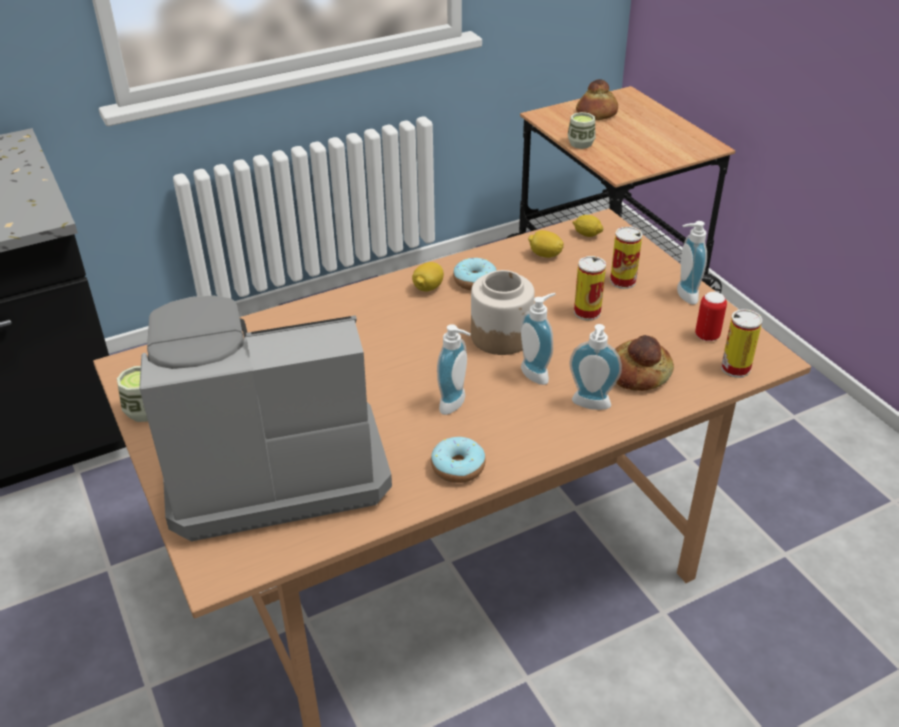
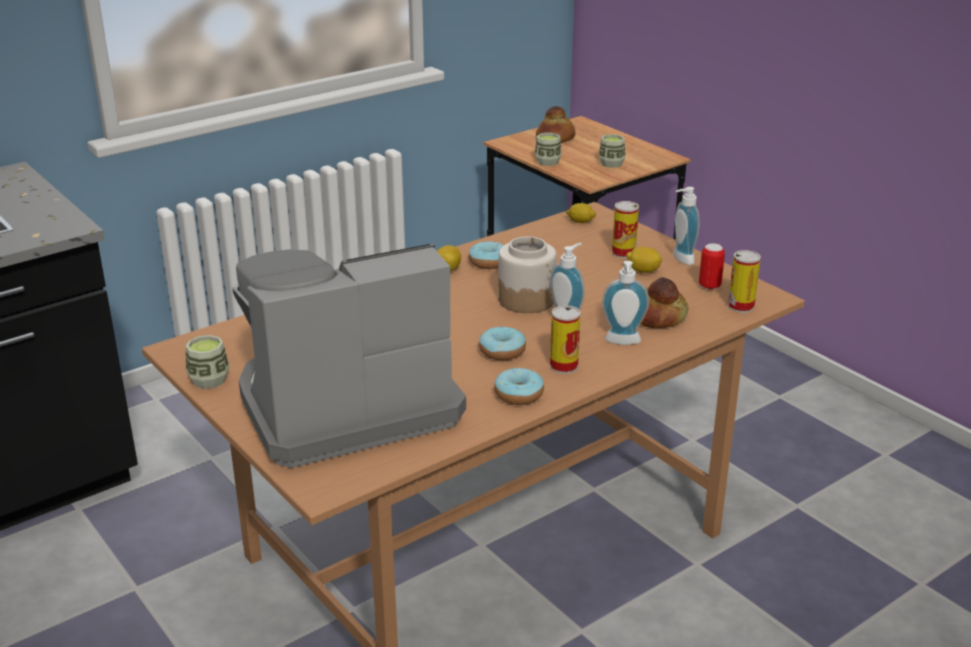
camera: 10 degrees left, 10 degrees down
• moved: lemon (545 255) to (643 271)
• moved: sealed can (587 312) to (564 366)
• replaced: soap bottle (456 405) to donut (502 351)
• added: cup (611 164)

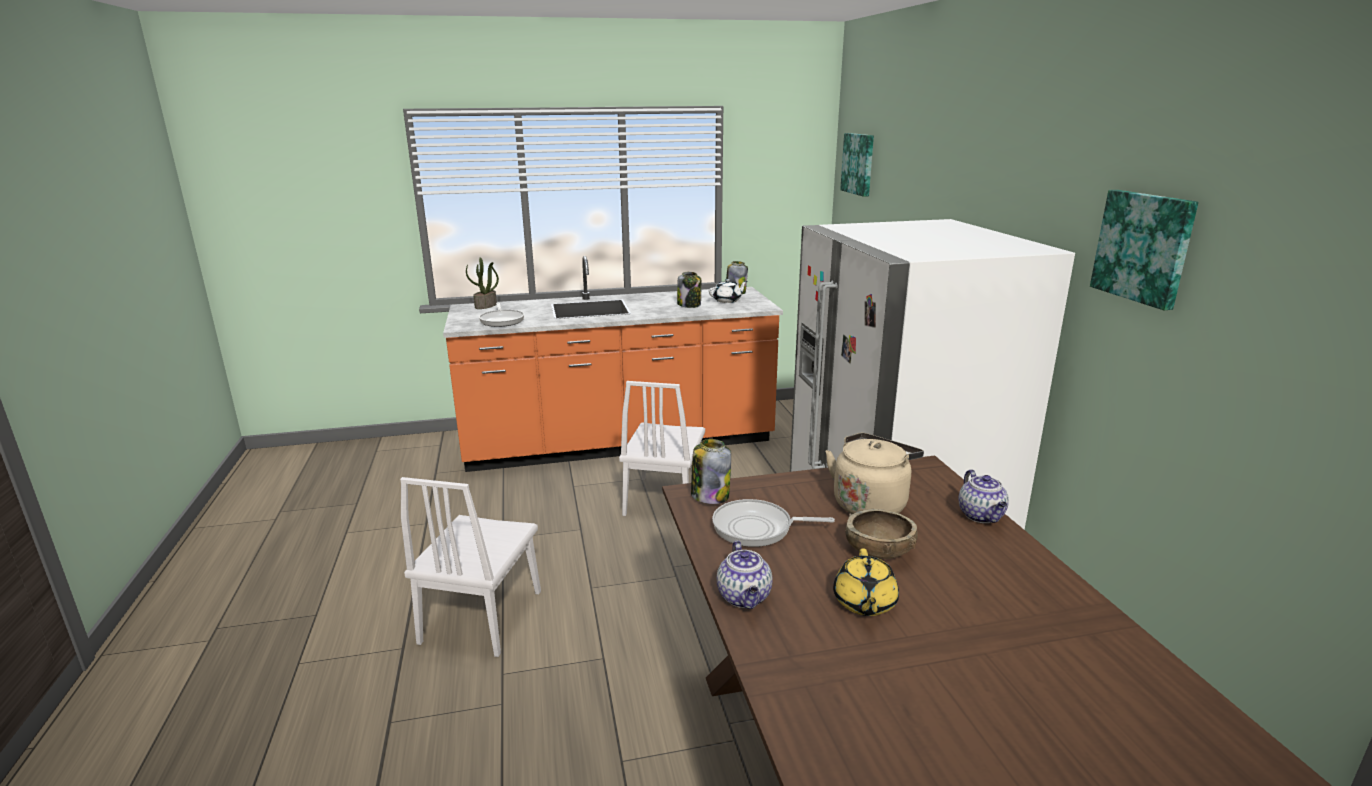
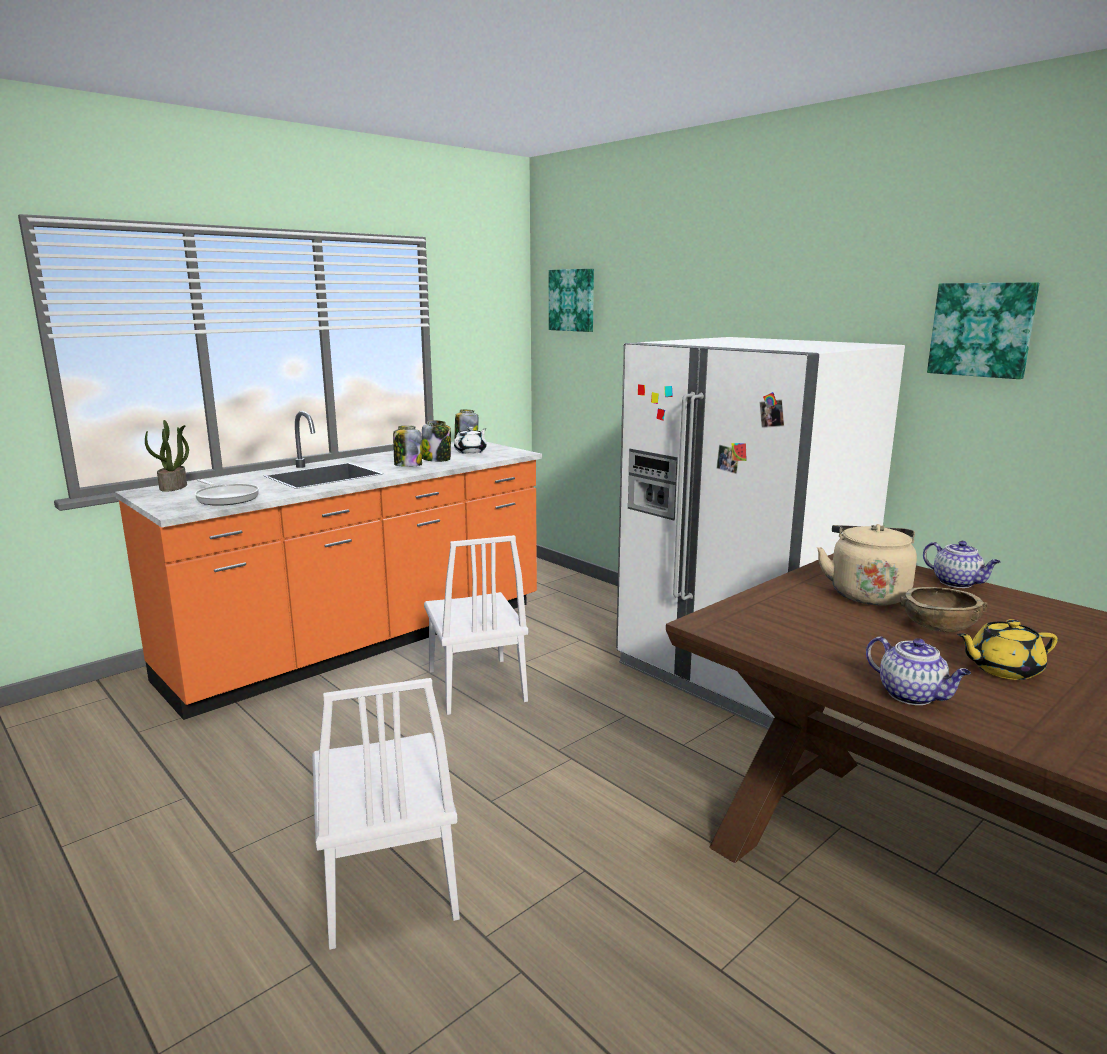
camera: 30 degrees left, 5 degrees down
• moved: preserve jar (709 495) to (407 465)
• removed: pan (757 528)
• turned: yellow-coloured teapot (864 603) = (1002 669) 105 degrees clockwise

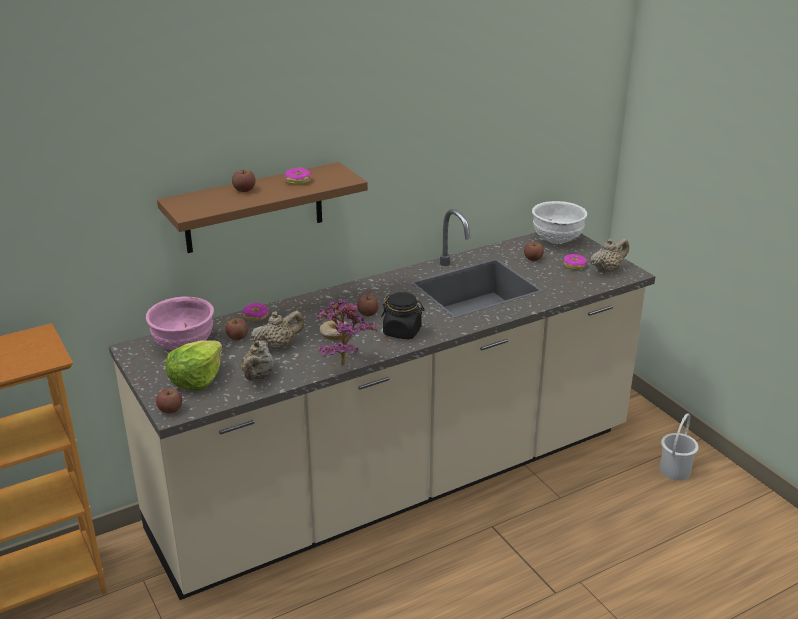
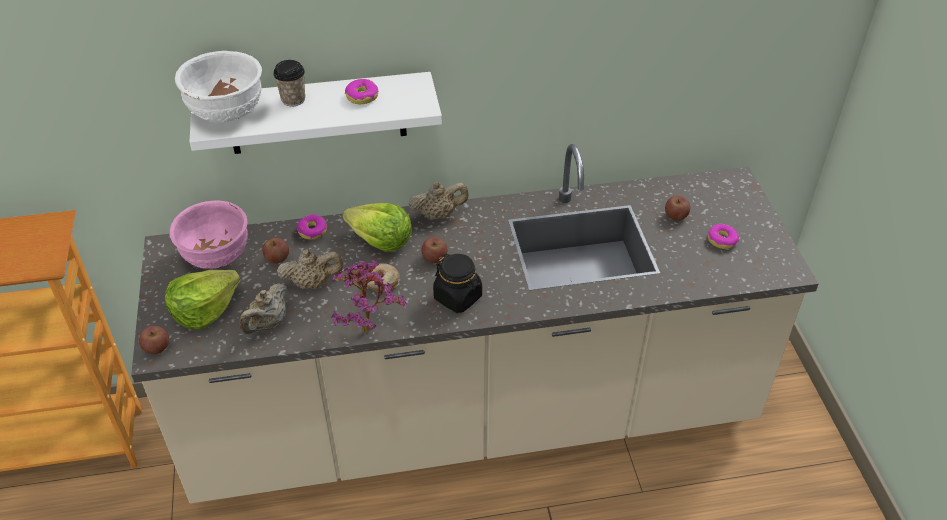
camera: 20 degrees right, 15 degrees up
• recoloured: brown-coloured wall shelf (254 208) to white wall shelf (317 113)
• replaced: whole apple (244 189) to cup (293 99)
• moved: white serving bowl (557 240) to (228 114)
• moved: sand-coloured teapot (607 270) to (438 214)
• removed: white bucket (675 470)
• added: lettuce (380 241)

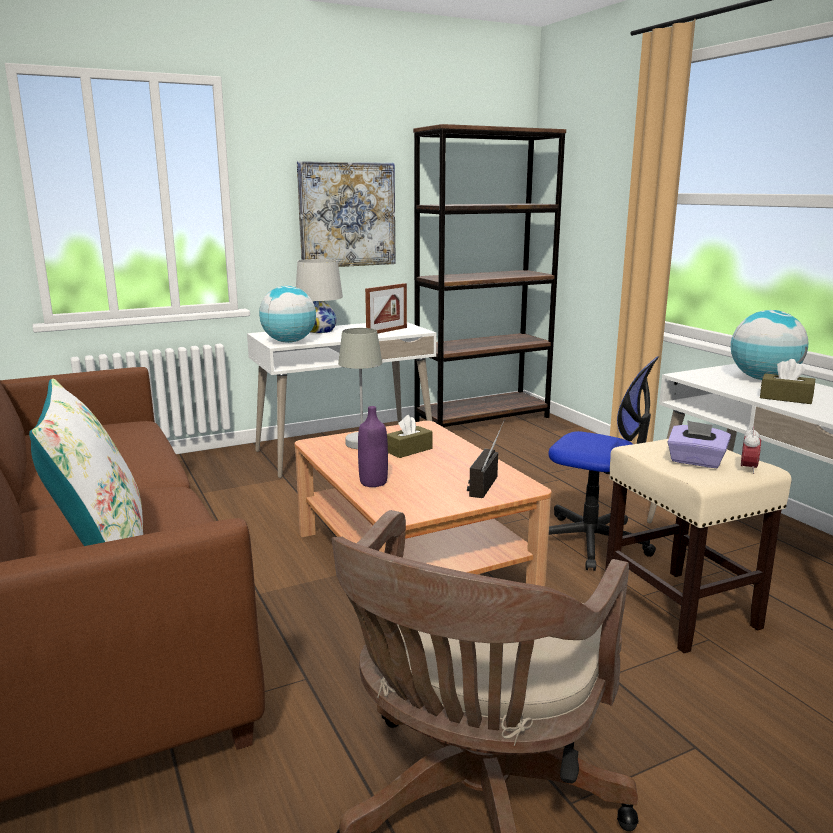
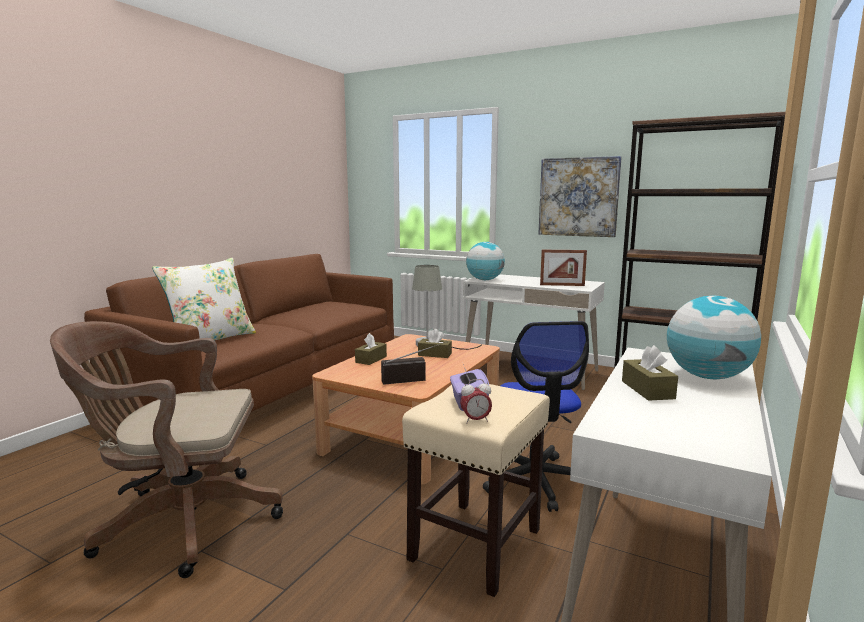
camera: 55 degrees right, 5 degrees down
• removed: white table lamp (320 330)
• replaced: purple-coloured drink bottle (373 482) to brown-coloured tissue holder (371 359)

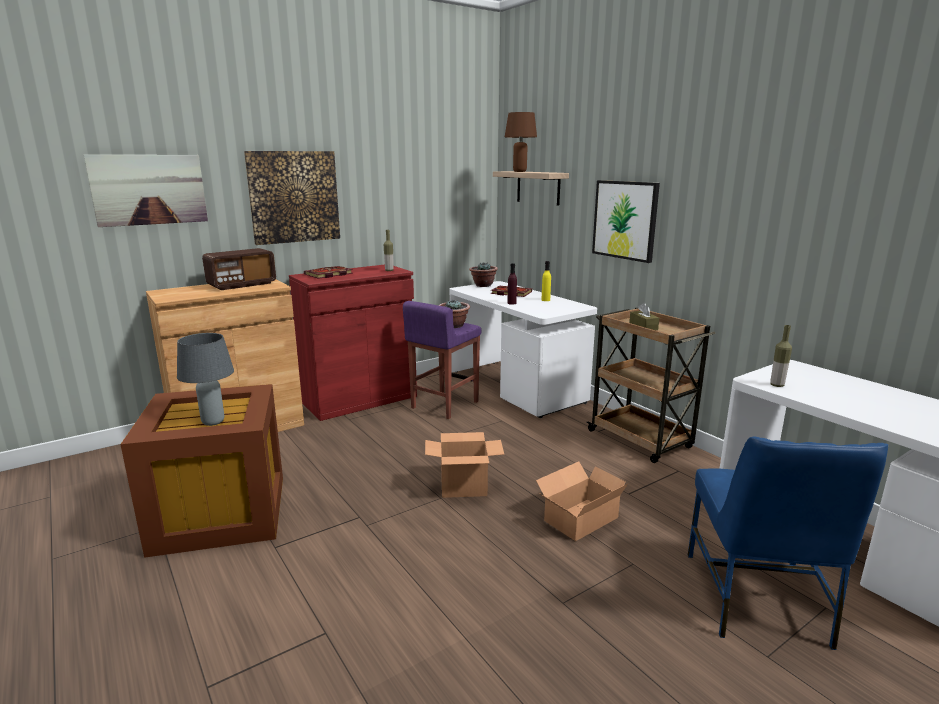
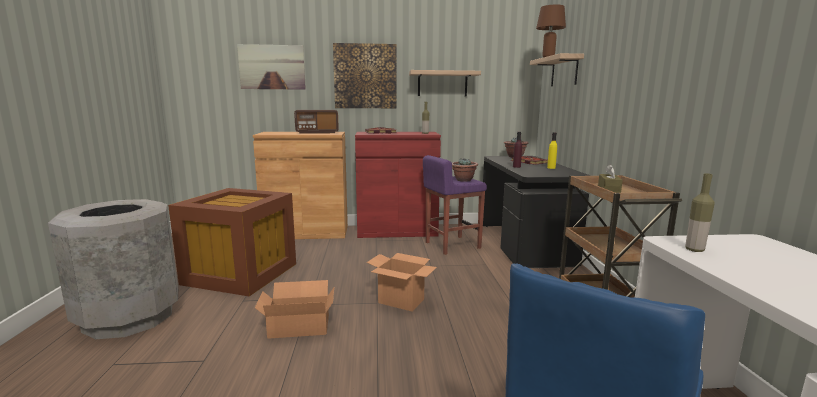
camera: 30 degrees right, 5 degrees down
• removed: picture (625 220)
• recoloured: white desk table (516 387) to black desk table (524 245)
• removed: greyish table lamp (213 422)
• moved: carton (578 518) to (298 325)
• added: wall shelf (442 84)
• added: greyish rubbish bin (129 317)

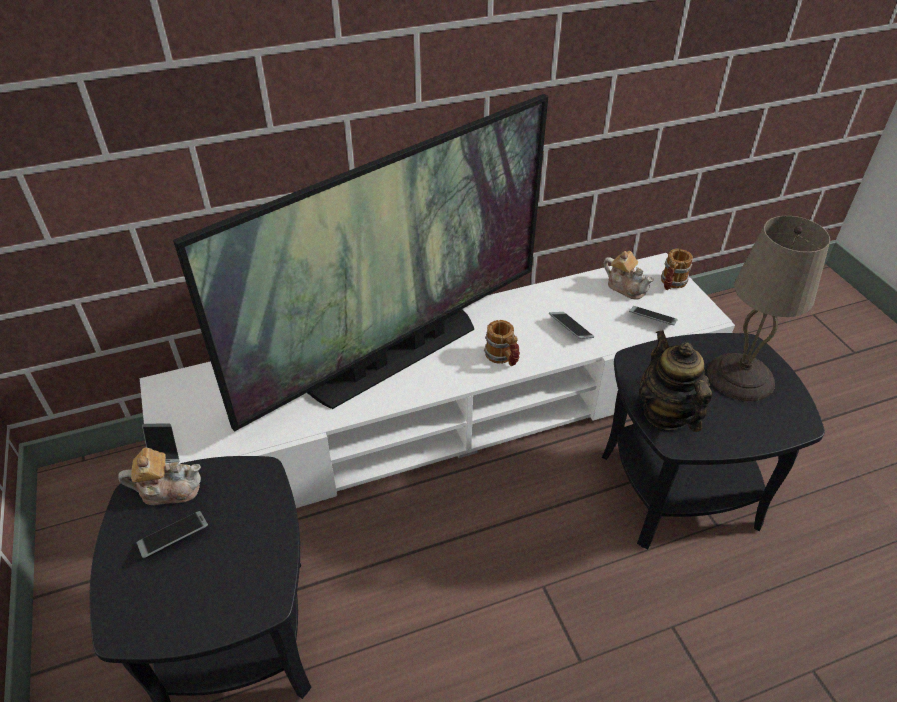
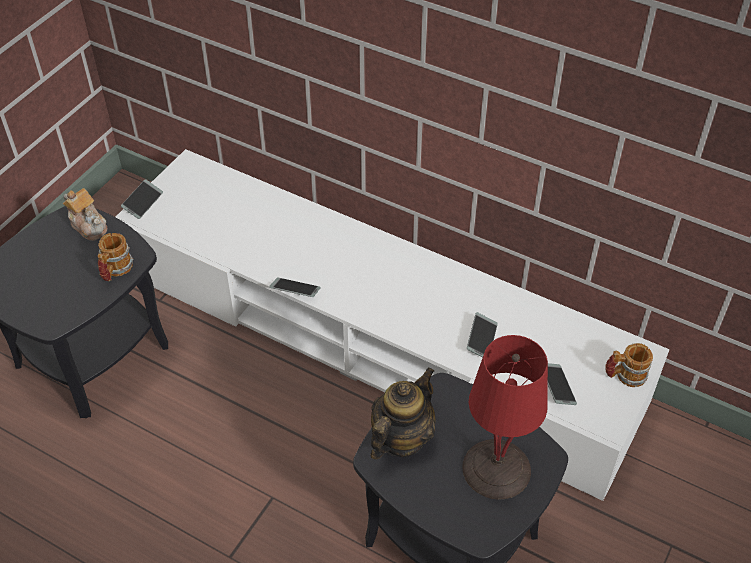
camera: 50 degrees right, 5 degrees up
• removed: TV set (395 356)
• recoloured: sand-coloured table lamp (739 377) to red-coloured table lamp (495 468)
• removed: teapot (625 287)
• moved: mug (503 357) to (115 271)
• moved: telephone (174 538) to (295 290)

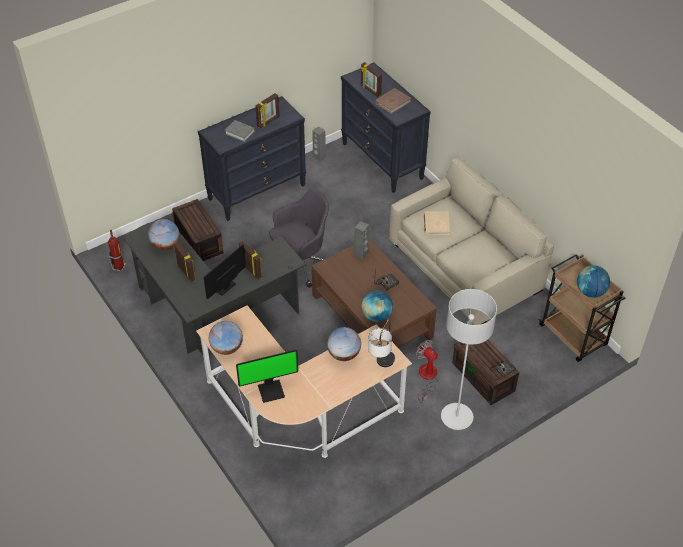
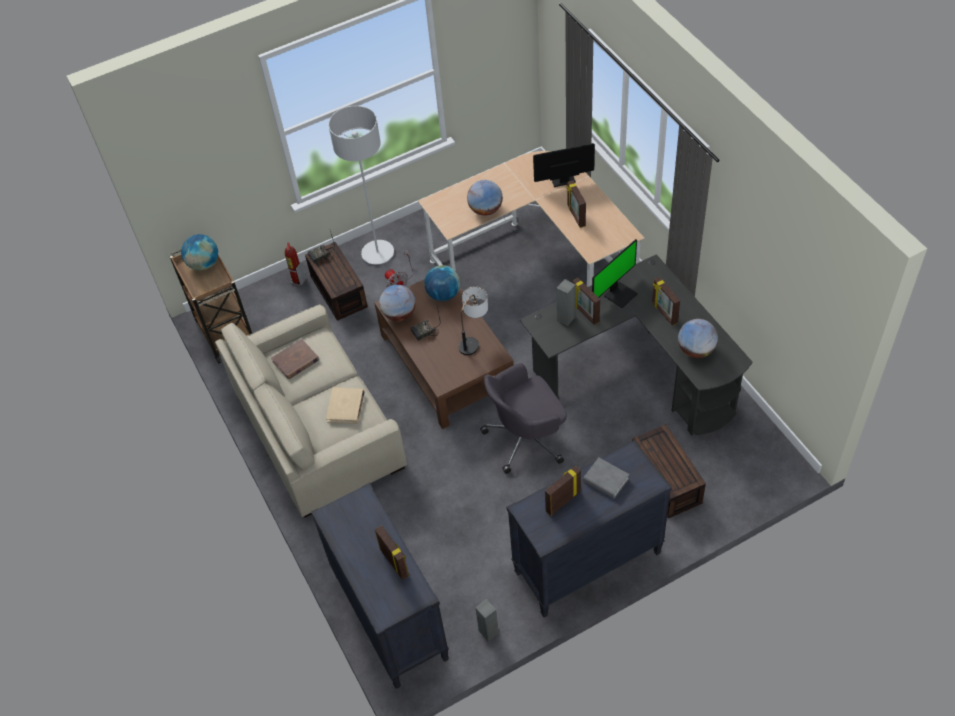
camera: 170 degrees left, 5 degrees up
• moved: brown-coloured volume (392 102) to (296 361)
• moved: greyish loudspeaker (361 254) to (566 318)
• moved: extinguisher (119 267) to (298 281)
• moved: table lamp (381 366) to (474 339)
• moved: desk globe (226 348) to (399 314)
• added: picture frame (576 216)

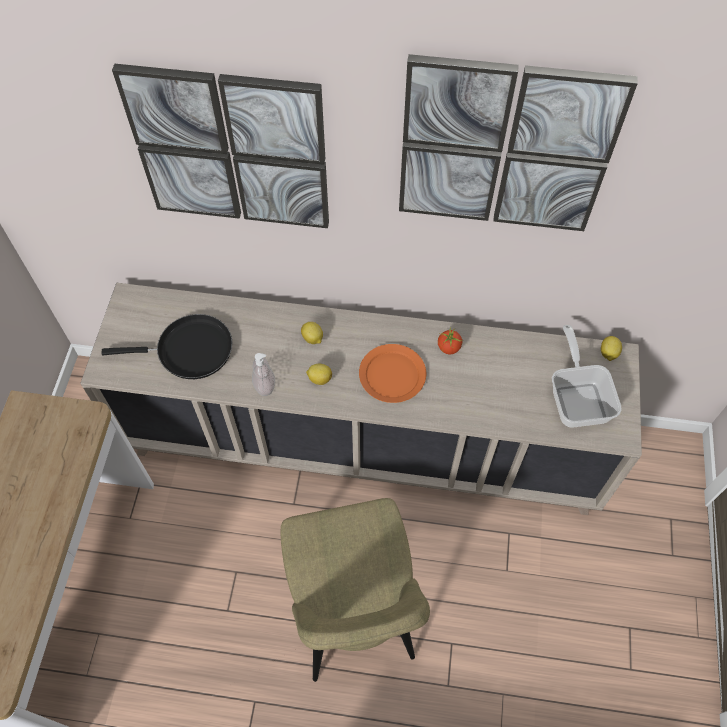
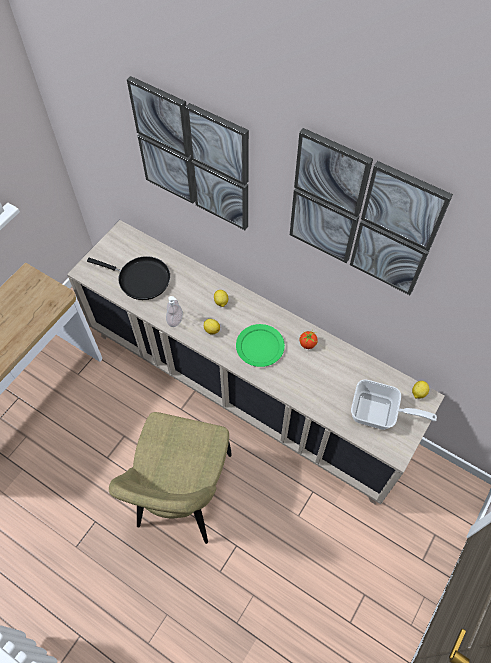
camera: 25 degrees right, 0 degrees up
• turned: pan (578 397) = (379 414) 90 degrees clockwise
• recoloured: orange-coloured flat dish (392 375) to green-coloured flat dish (260 347)

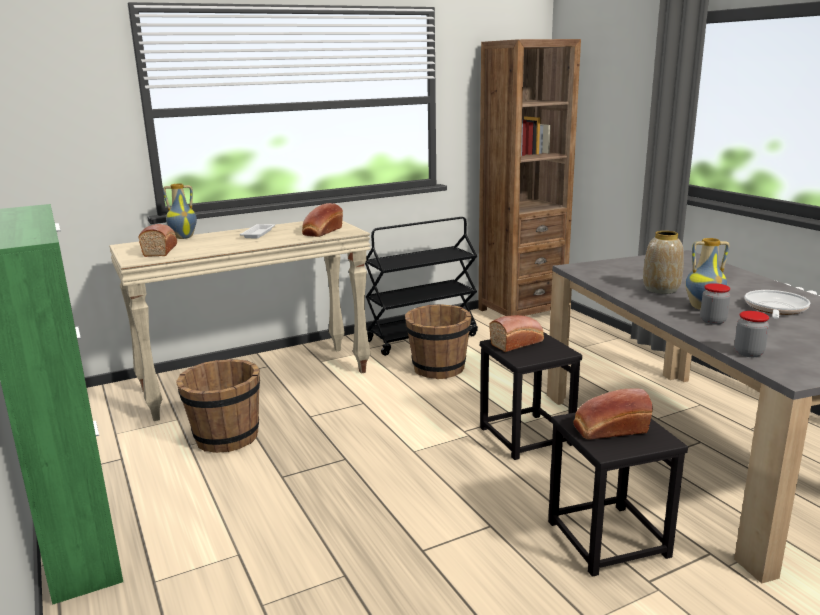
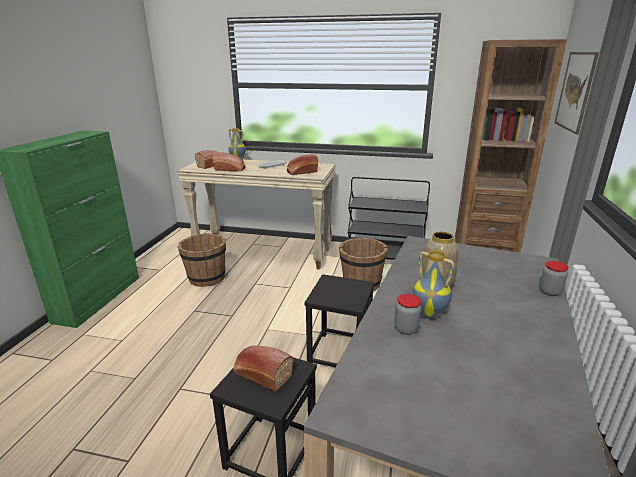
camera: 40 degrees right, 5 degrees up
• removed: pan (774 309)
• moved: preserve jar (748 353) to (550 292)
• moved: bread (518 343) to (230 169)
• added: picture (575 91)

